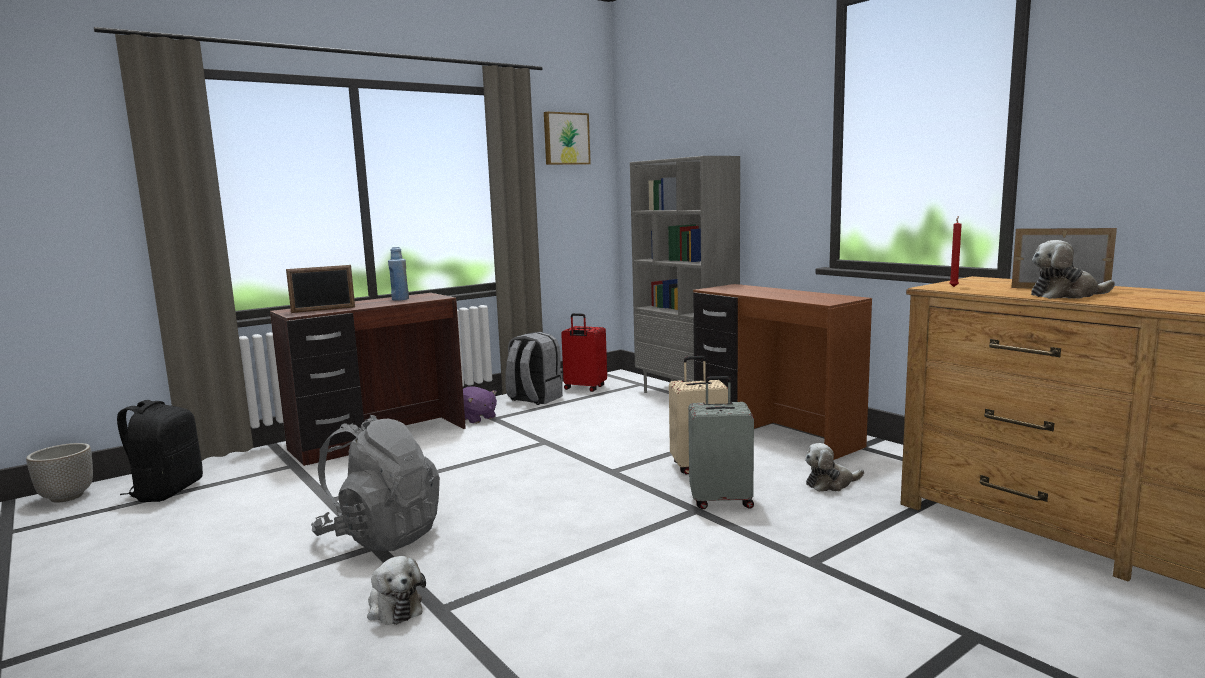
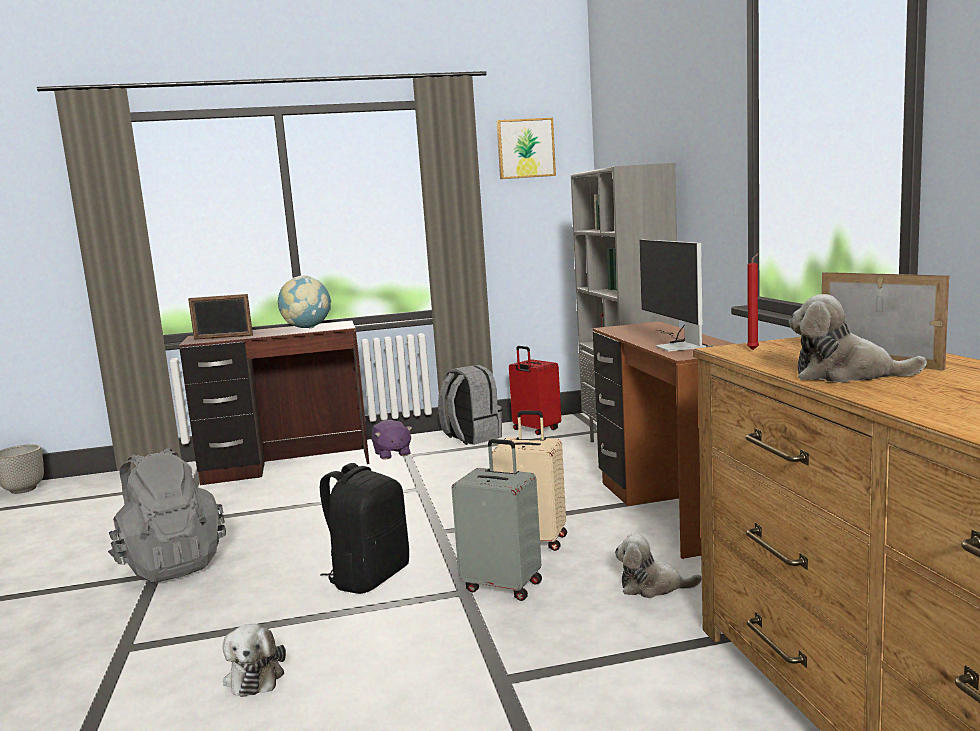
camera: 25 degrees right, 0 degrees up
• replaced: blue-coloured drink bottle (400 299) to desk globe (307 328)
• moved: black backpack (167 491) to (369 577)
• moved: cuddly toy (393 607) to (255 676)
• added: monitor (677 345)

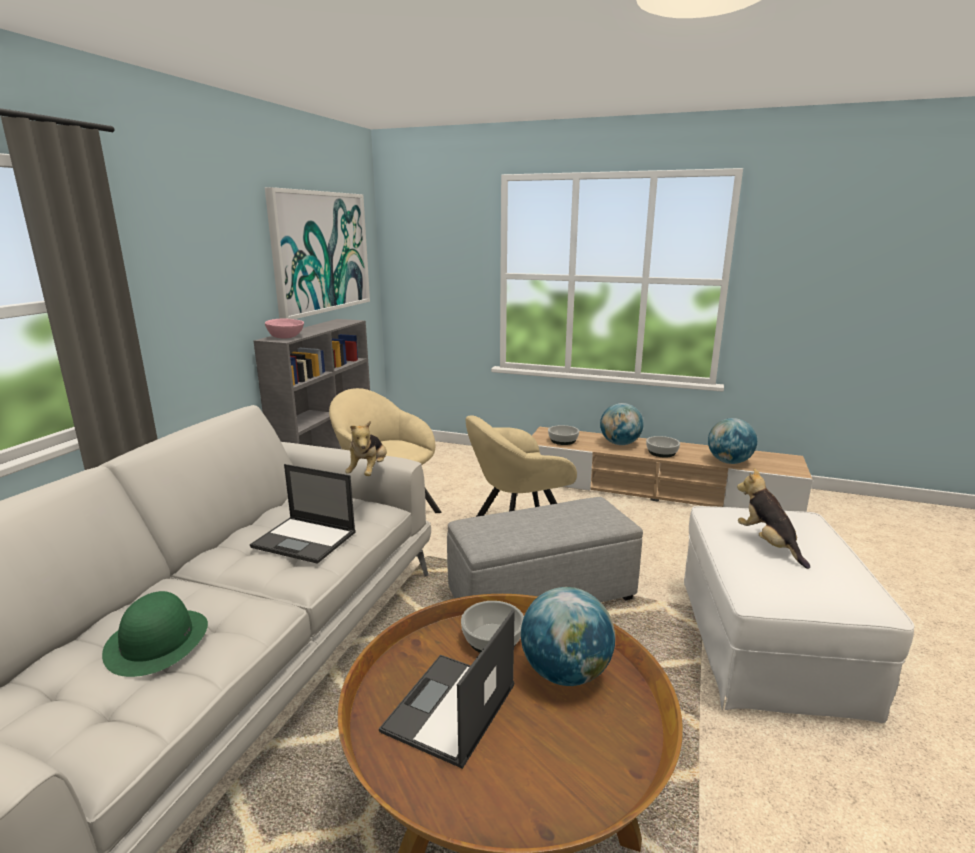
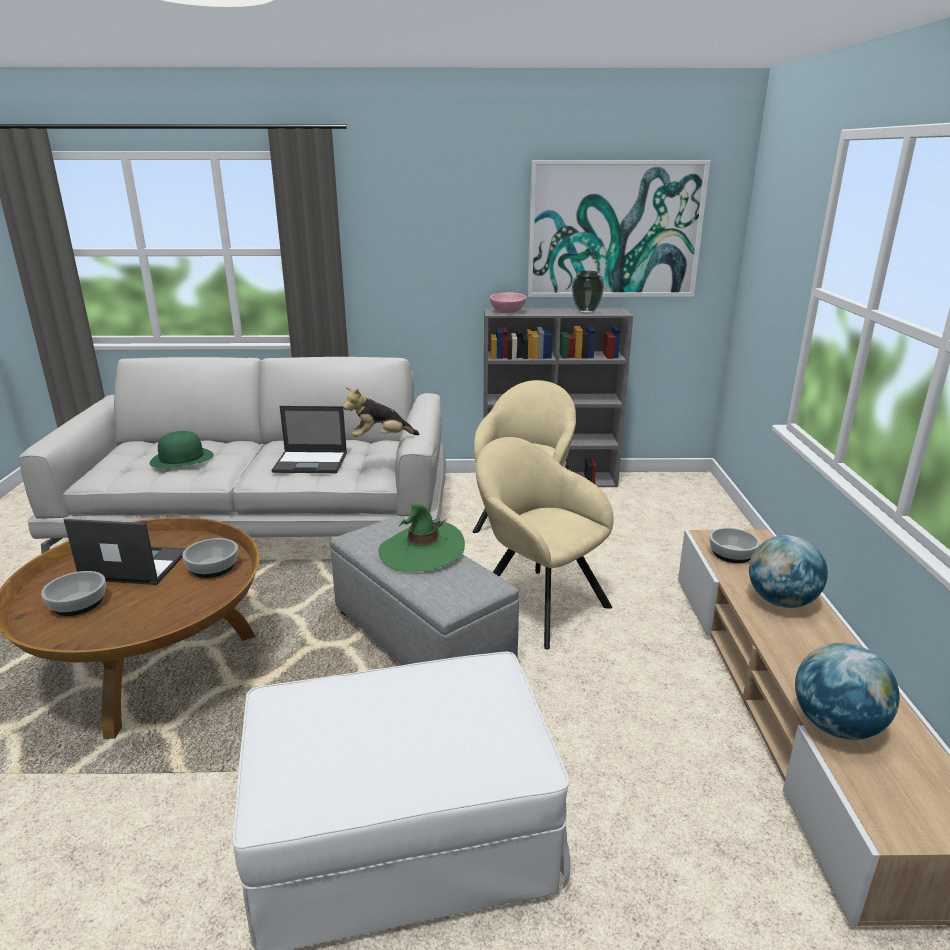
camera: 70 degrees right, 5 degrees up
• moved: serving bowl (661 453) to (77 603)
• turned: portable computer (305 540) = (311 462) 90 degrees counterclockwise
• removed: cuddly toy (768 544)
• removed: desk globe (565 673)
• added: decorative vase (586 312)
• added: green-coloured hat (421 551)

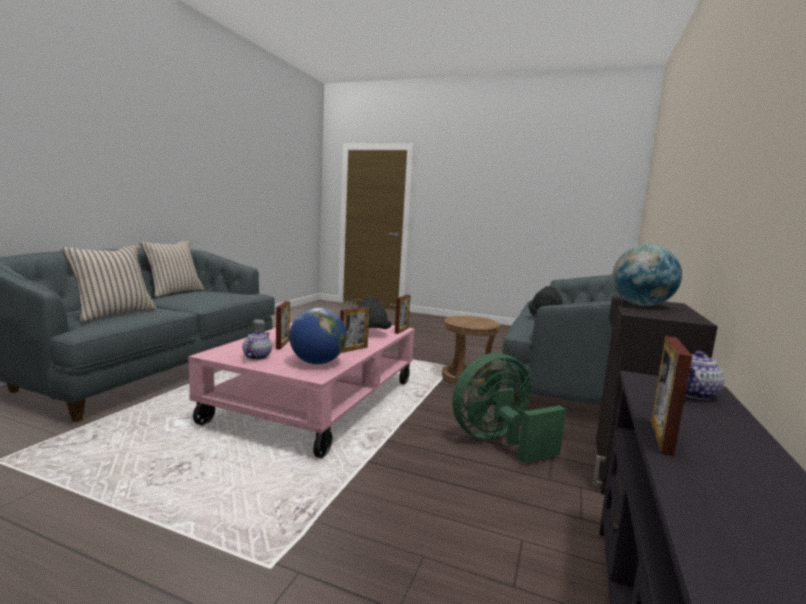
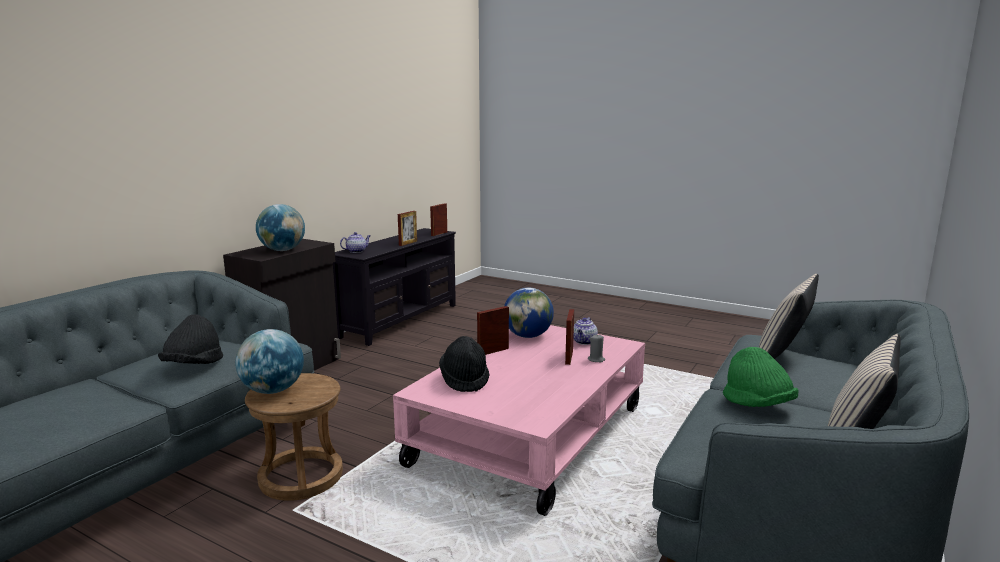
camera: 170 degrees left, 5 degrees up
• moved: picture frame (401 330) to (439 234)
• removed: green-coloured electric fan (498 442)
• added: desk globe (273 390)
• added: green-coloured hat (757 405)

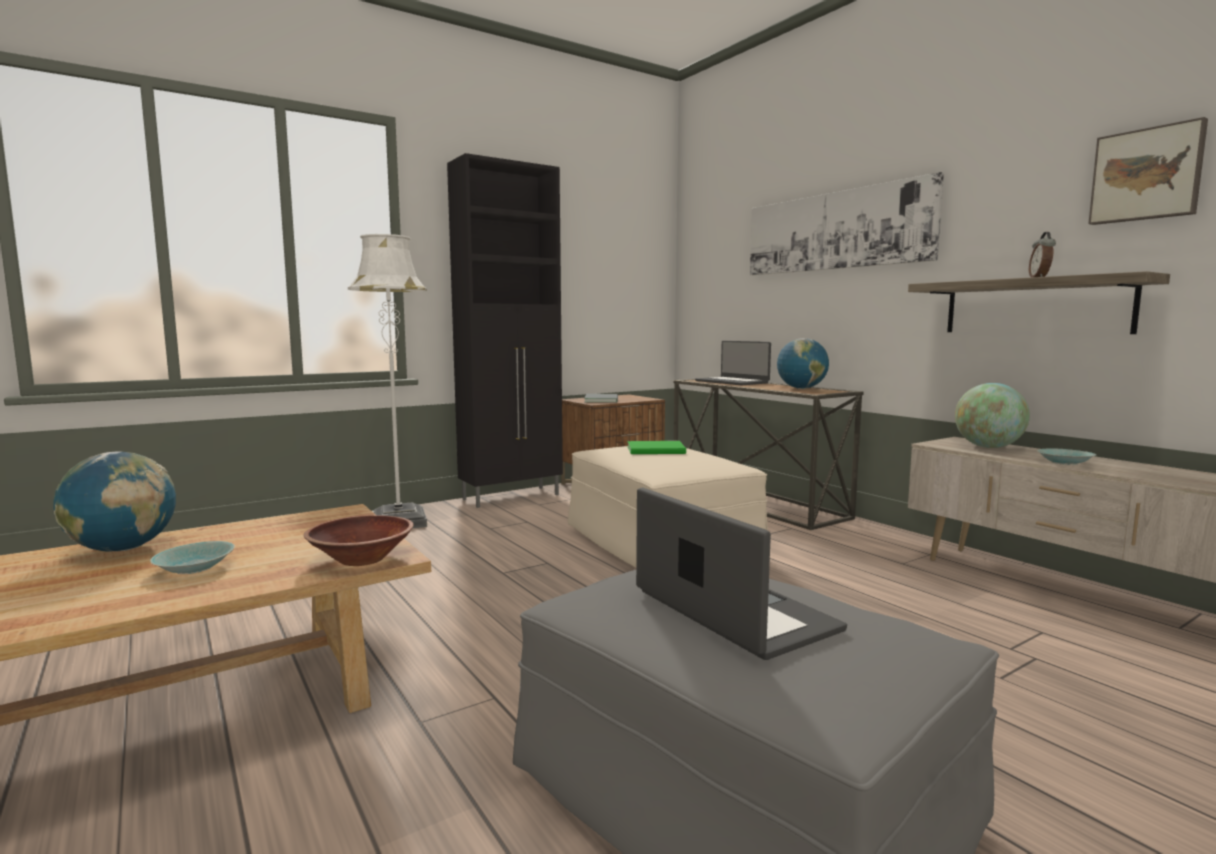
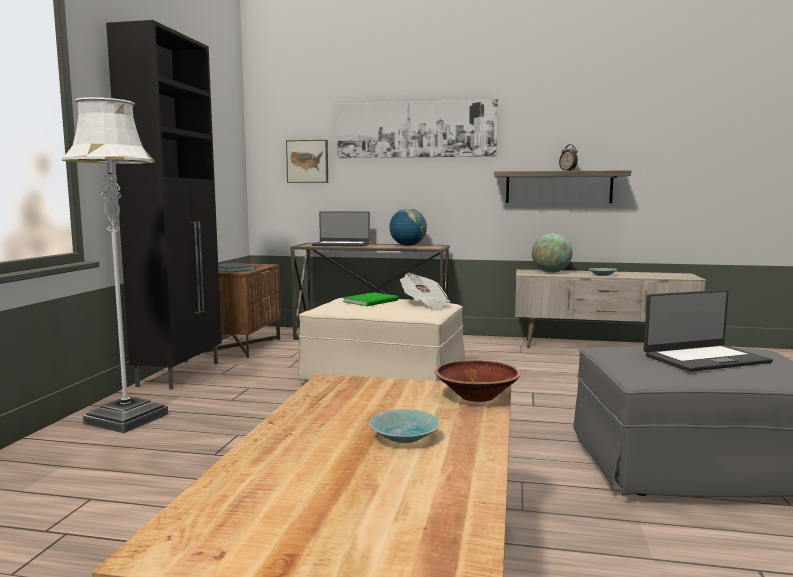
camera: 45 degrees left, 0 degrees up
• moved: picture (1146 175) to (308 161)
• removed: desk globe (122 549)
• turned: portable computer (732 611) = (704 358) 150 degrees clockwise
• added: daily paper (425 304)

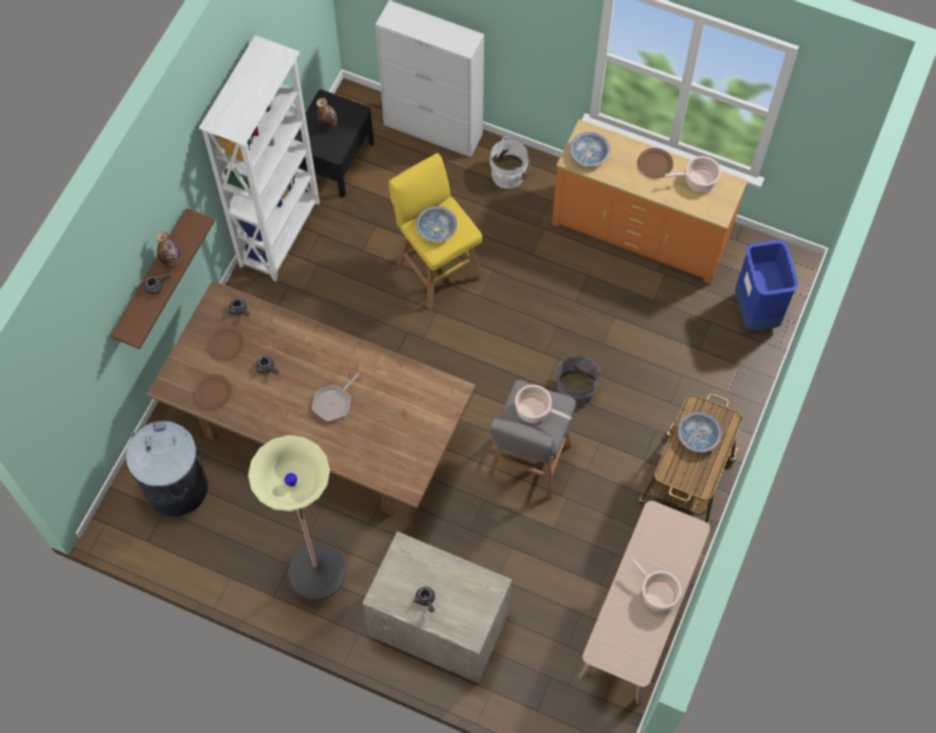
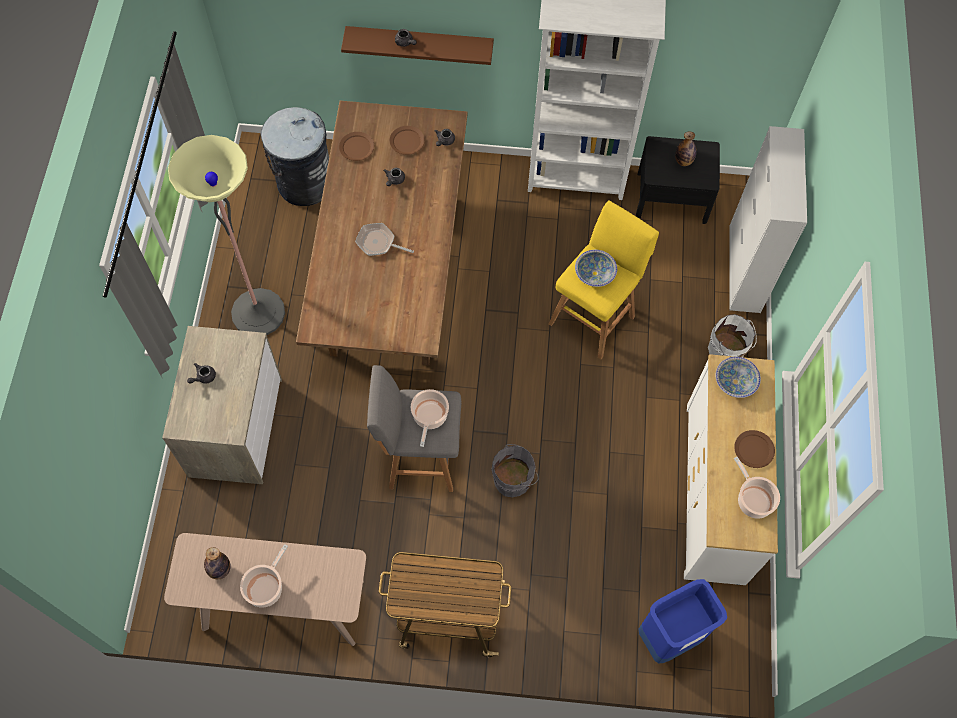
camera: 70 degrees right, 0 degrees up
• recoloured: orange-coloured dresser (640 231) to white dresser (715 492)
• moved: drink bottle (172 261) to (220 570)
• removed: serving bowl (698 436)

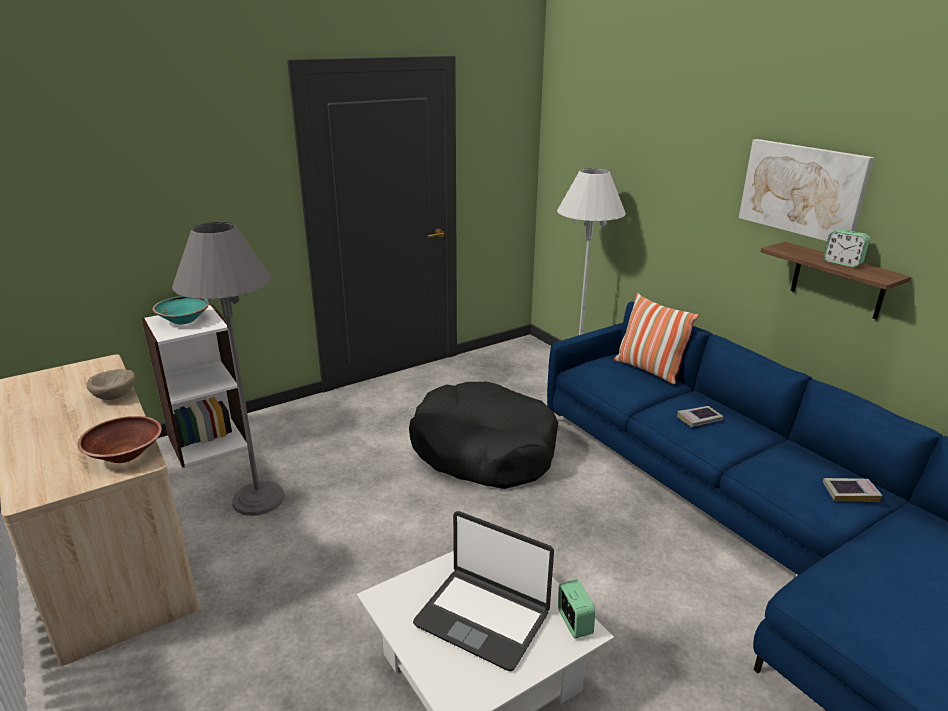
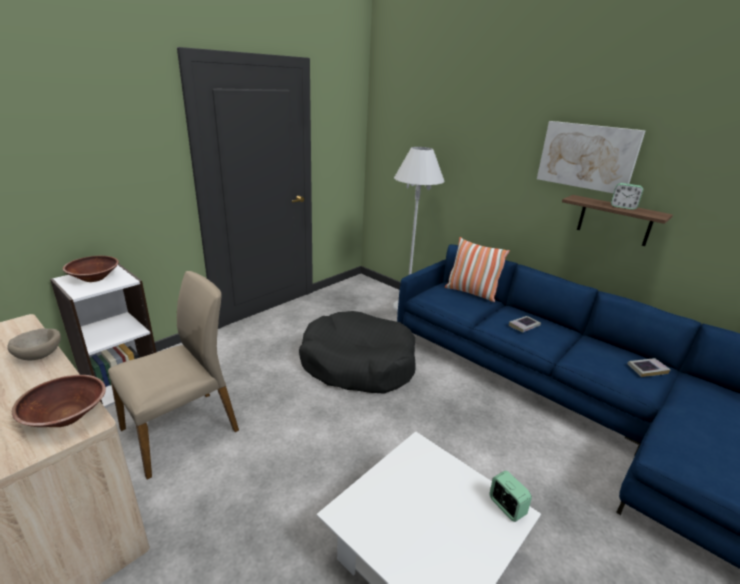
camera: 15 degrees left, 0 degrees up
• replaced: greyish floor lamp (258 499) to sand-coloured upright chair (182 429)
• recoloured: blue-green serving bowl (184 320) to brown-coloured serving bowl (94 278)
• removed: portable computer (483 617)

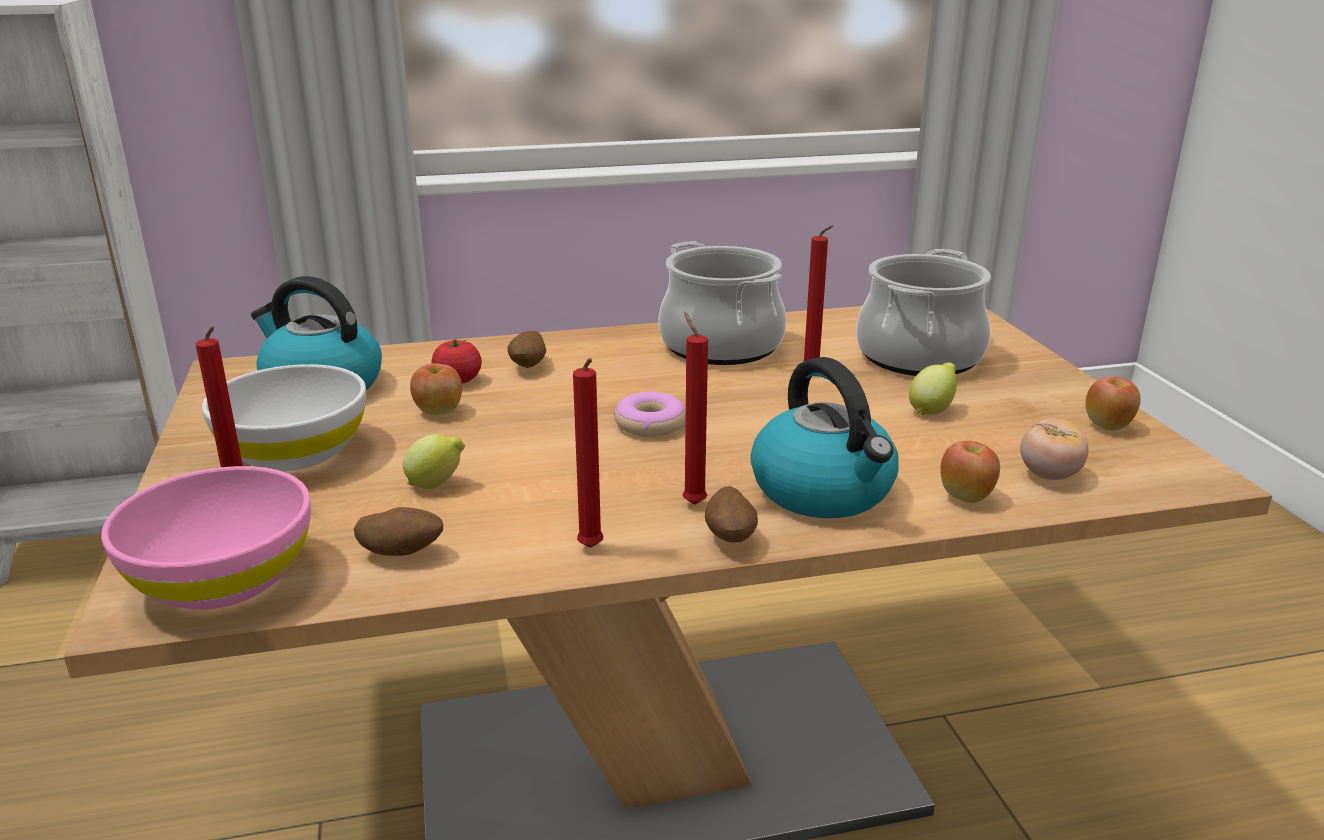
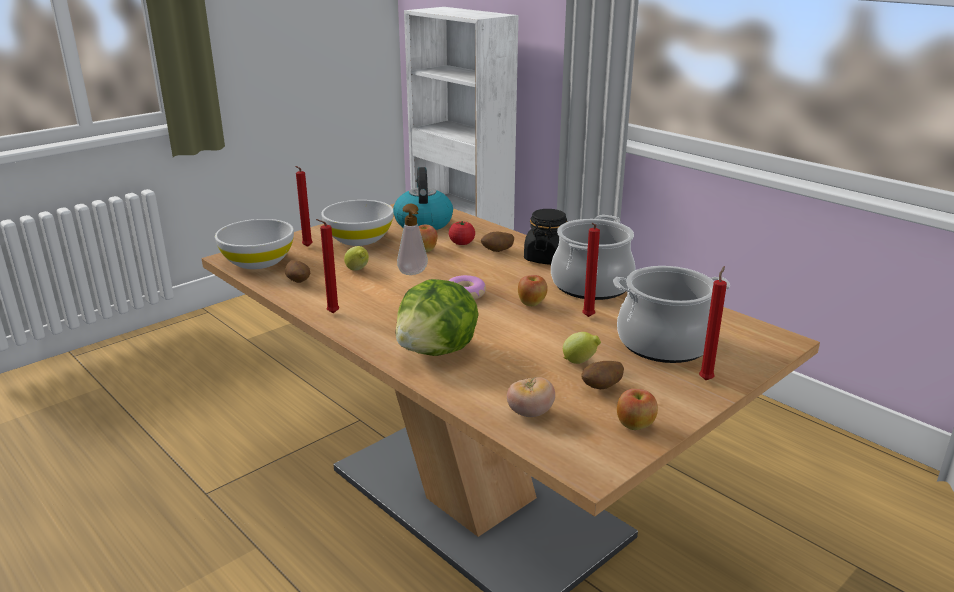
camera: 60 degrees right, 0 degrees up
• moved: red-coloured wax candle (692 502) to (706 379)
• replaced: kettle (824 491) to lettuce (438 351)
• moved: whole apple (966 496) to (532 303)
• recoloured: pink serving bowl (223 580) to white serving bowl (258 261)
• moved: potato (730 538) to (602 388)
• added: soap bottle (413 273)
• added: black preserve jar (547 258)

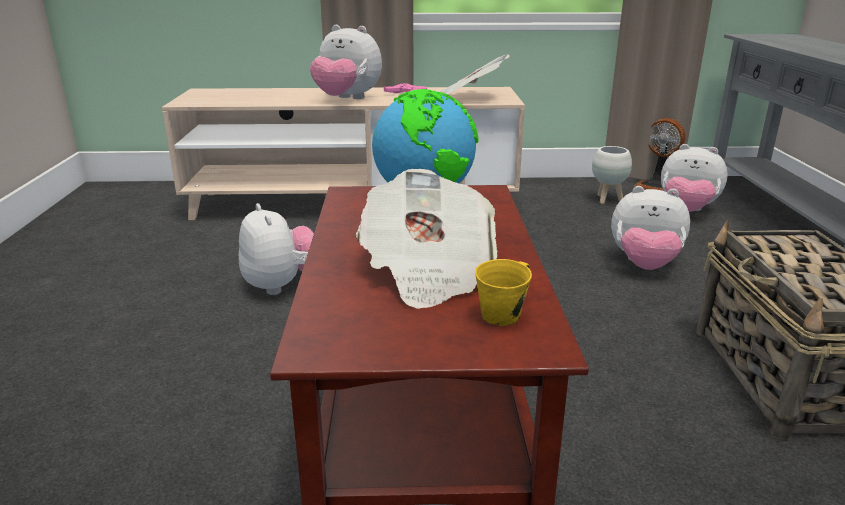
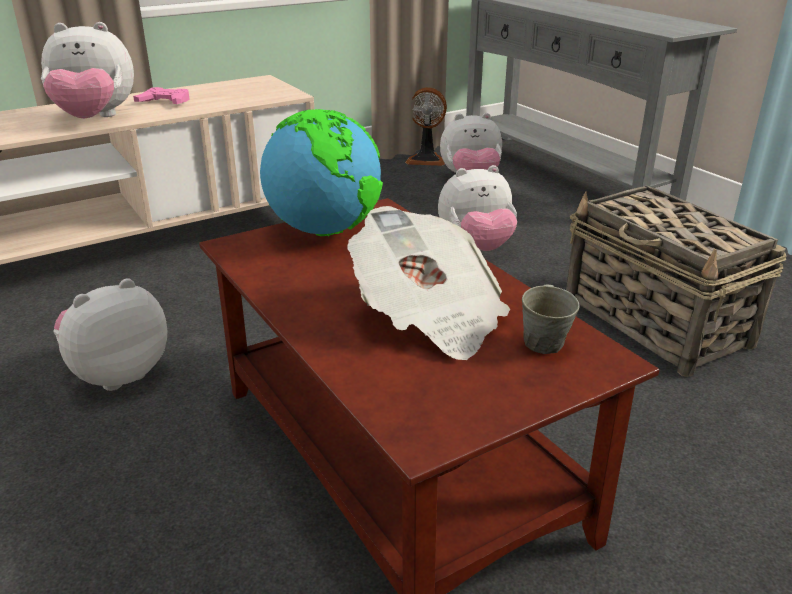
camera: 30 degrees left, 5 degrees up
• removed: daily paper (468 97)
• removed: white flower pot (607 200)
• turned: cuddly toy (283 285) = (118 374) 75 degrees counterclockwise
• recoloured: yellow-coloured mug (503 315) to greyish mug (544 342)

